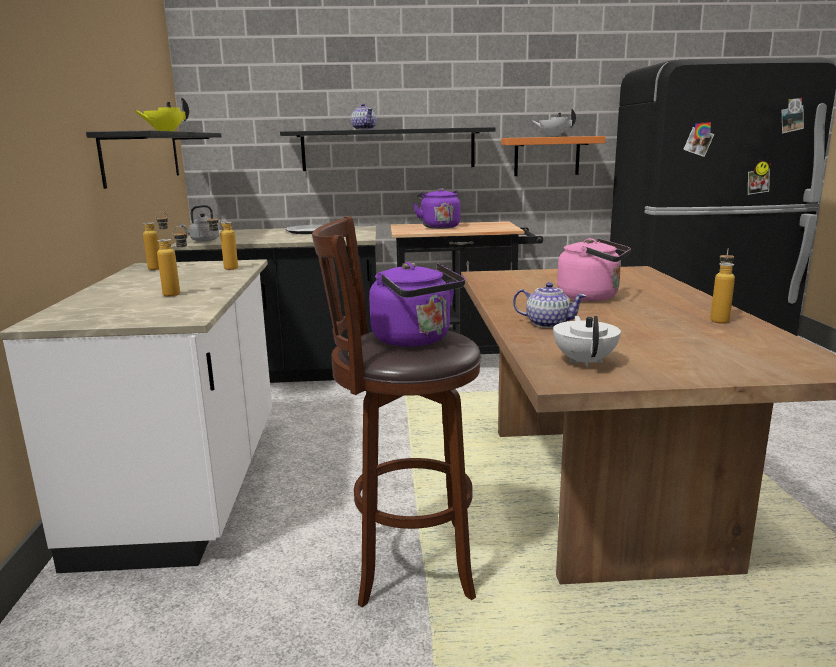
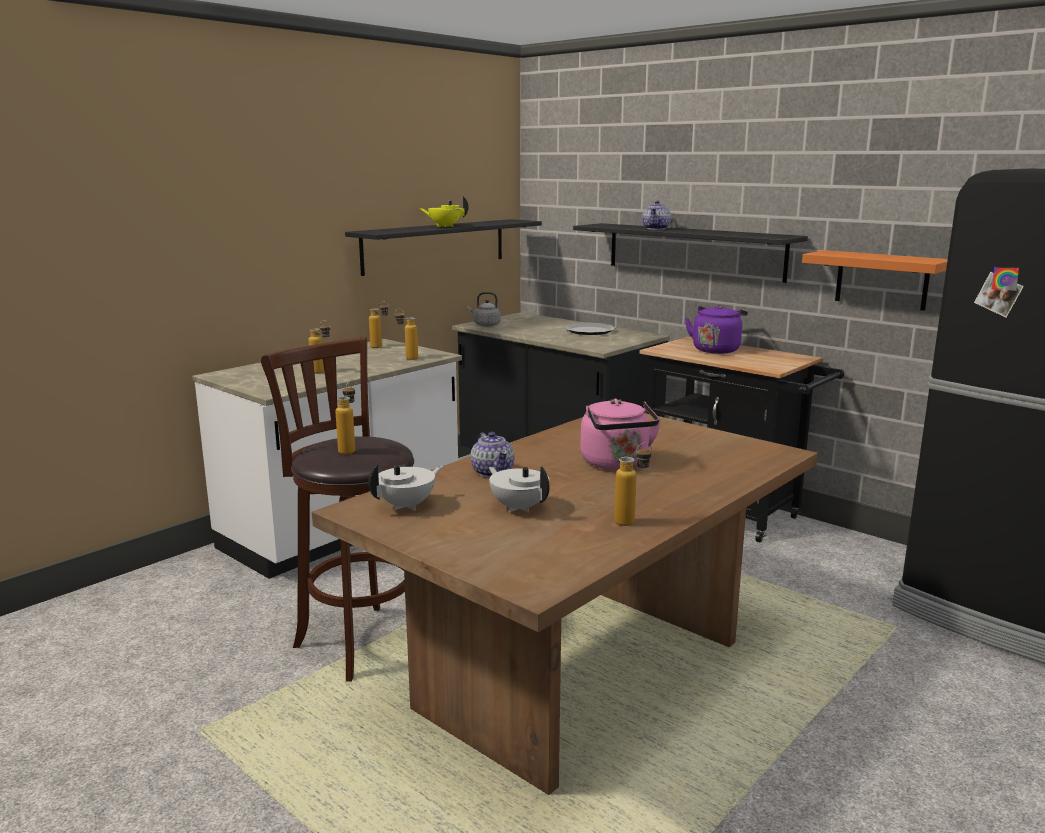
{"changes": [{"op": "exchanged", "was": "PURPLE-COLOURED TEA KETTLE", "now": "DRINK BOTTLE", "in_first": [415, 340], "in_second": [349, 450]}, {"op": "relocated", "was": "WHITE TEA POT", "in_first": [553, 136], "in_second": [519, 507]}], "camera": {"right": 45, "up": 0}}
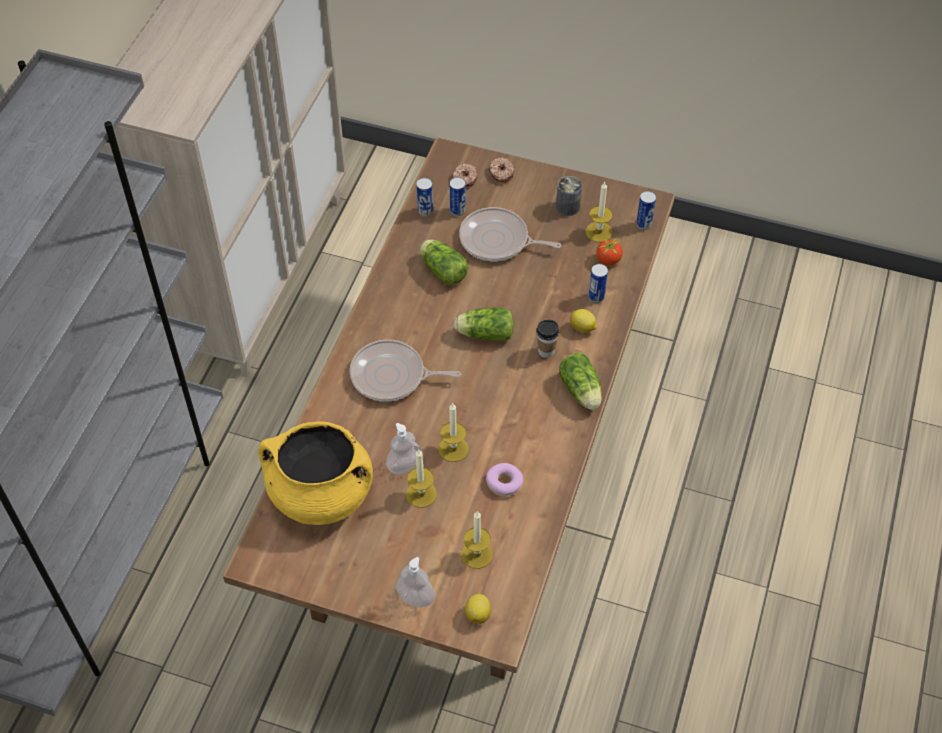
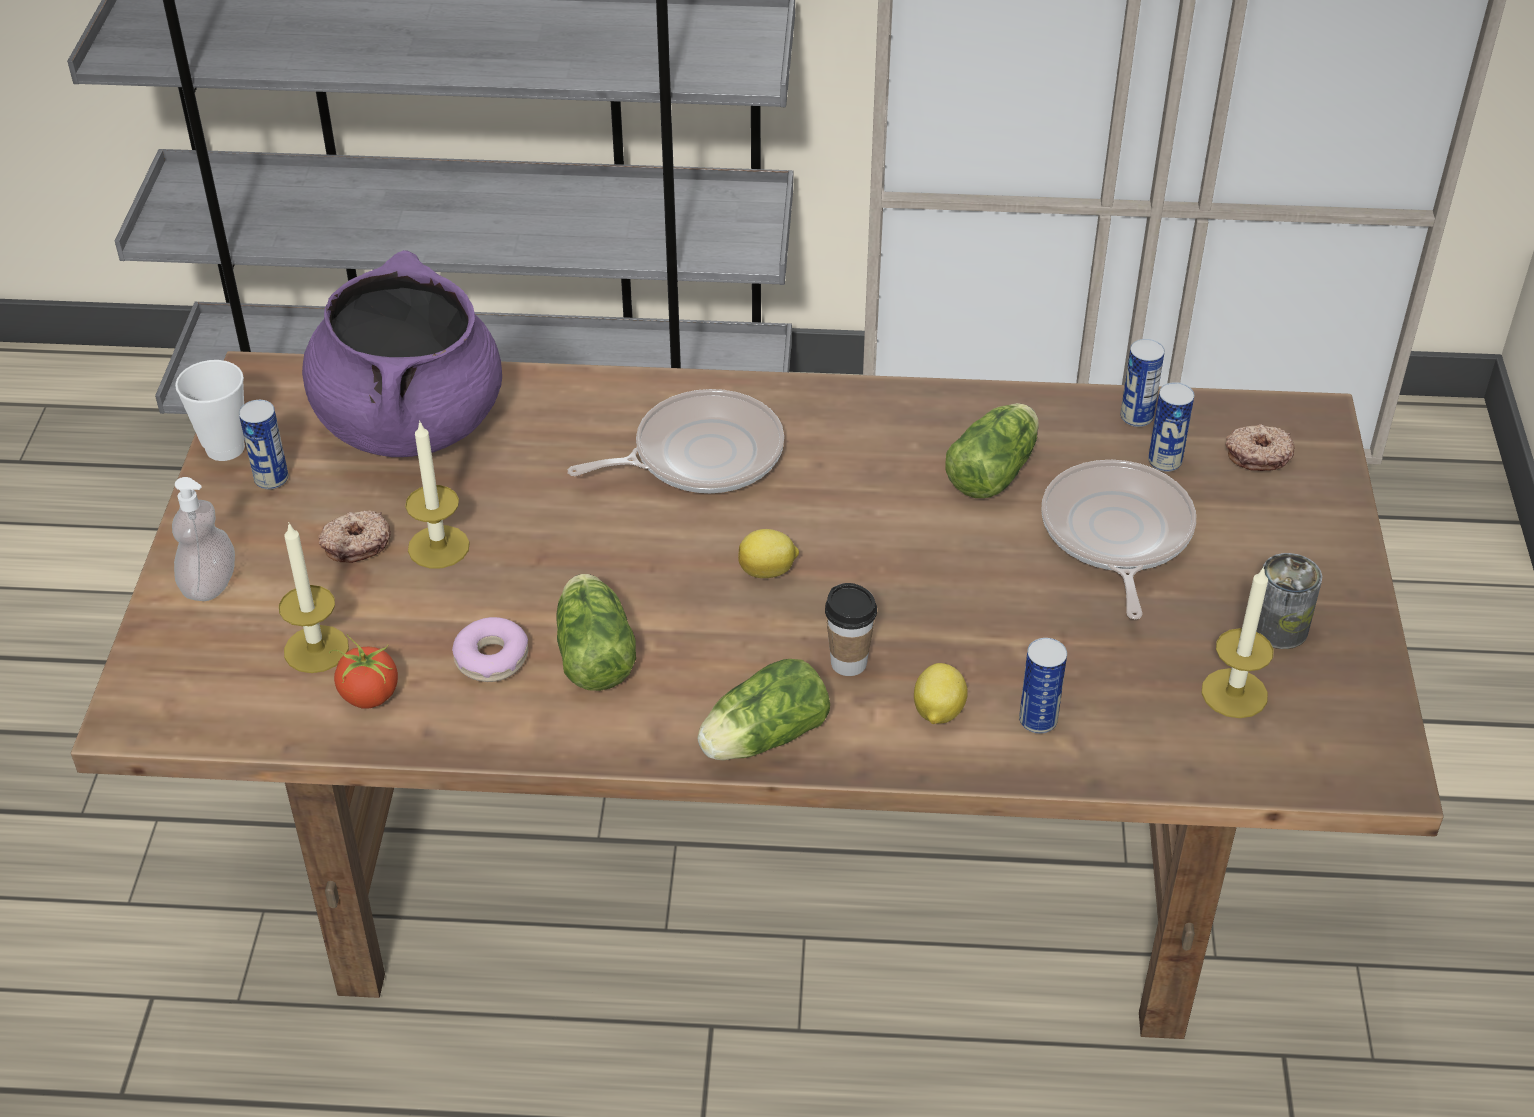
{"changes": [{"op": "appeared", "now": "CUP", "in_second": [225, 448]}, {"op": "relocated", "was": "METAL CAN", "in_first": [644, 224], "in_second": [271, 479]}, {"op": "colour", "was": "YELLOW COOKING POT", "now": "PURPLE-COLOURED COOKING POT", "in_first": [320, 494], "in_second": [410, 422]}, {"op": "relocated", "was": "DONUT", "in_first": [501, 173], "in_second": [356, 543]}, {"op": "relocated", "was": "WHOLE TOMATO", "in_first": [608, 260], "in_second": [369, 695]}, {"op": "relocated", "was": "LETTUCE HEAD", "in_first": [483, 333], "in_second": [594, 651]}, {"op": "spun", "was": "PAN", "in_first": [392, 376], "in_second": [700, 455], "clockwise": 75}, {"op": "relocated", "was": "LEMON", "in_first": [478, 614], "in_second": [768, 571]}, {"op": "missing", "was": "SOAP DISPENSER", "in_first": [404, 465]}, {"op": "missing", "was": "WAX LIGHT", "in_first": [453, 449]}], "camera": {"right": 75, "up": -10}}
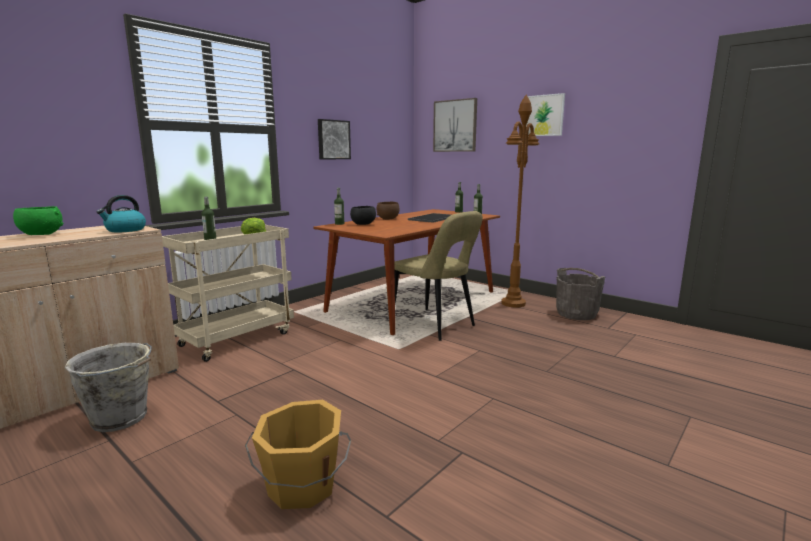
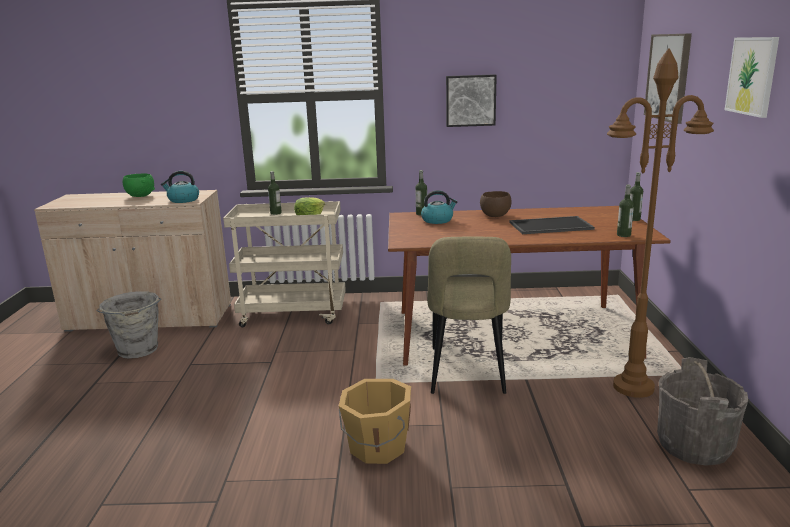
{"changes": [{"op": "relocated", "was": "ORANGEY WATER BUCKET", "in_first": [302, 486], "in_second": [377, 447]}, {"op": "exchanged", "was": "BLACK BOWL", "now": "TEA KETTLE", "in_first": [362, 224], "in_second": [437, 220]}], "camera": {"right": 50, "up": 5}}
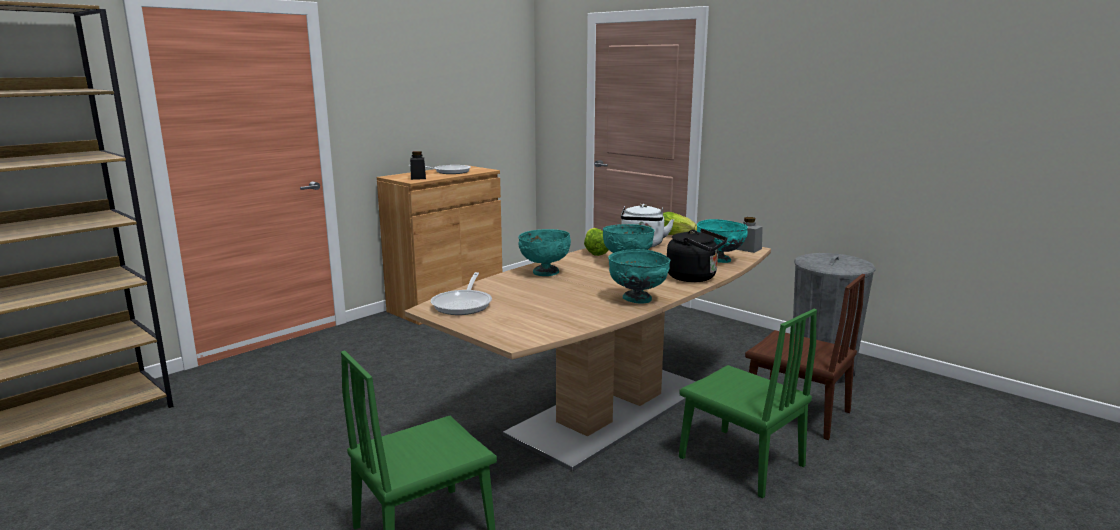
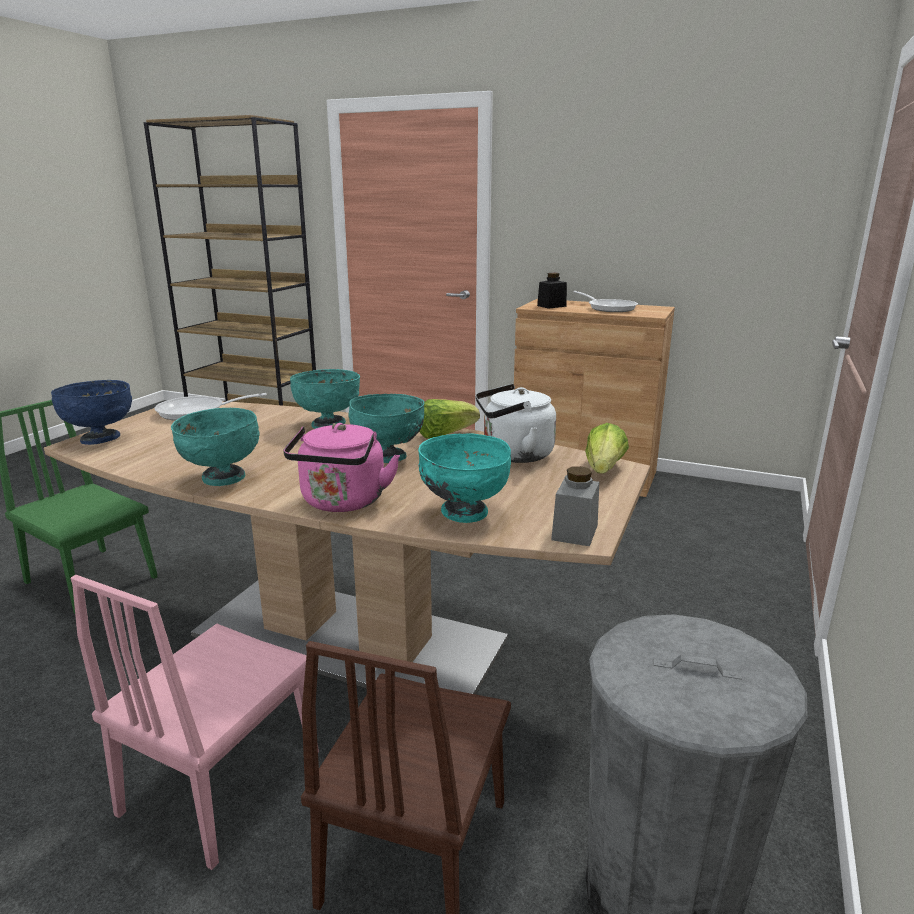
{"changes": [{"op": "appeared", "now": "BLUE-COLOURED BOWL", "in_second": [101, 439]}, {"op": "colour", "was": "GREENISH PLAIN CHAIR", "now": "PINKISH PLAIN CHAIR", "in_first": [740, 461], "in_second": [222, 782]}, {"op": "colour", "was": "BLACK TEA KETTLE", "now": "PINKISH TEA KETTLE", "in_first": [695, 278], "in_second": [342, 503]}], "camera": {"right": 70, "up": 5}}
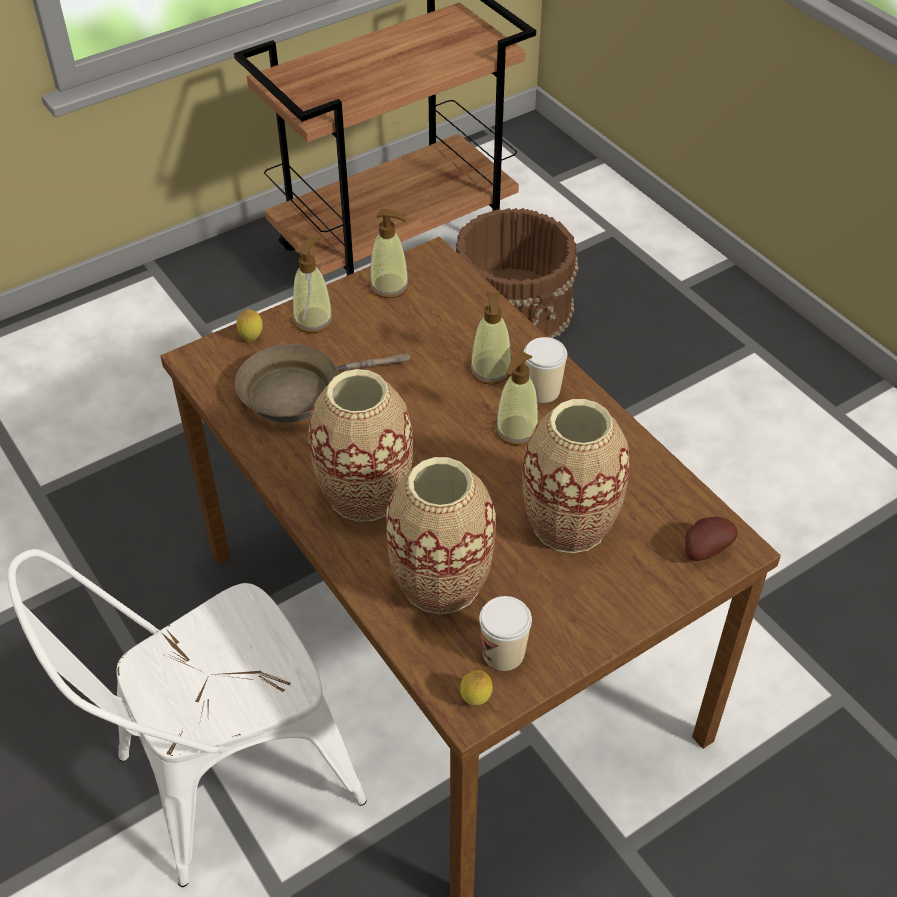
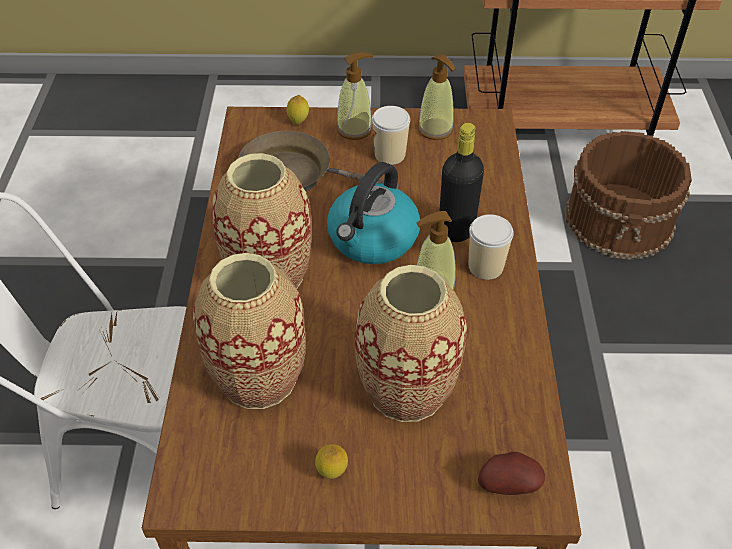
{"changes": [{"op": "relocated", "was": "LEMON", "in_first": [475, 700], "in_second": [332, 473]}, {"op": "appeared", "now": "TEA KETTLE", "in_second": [372, 239]}, {"op": "relocated", "was": "CUP", "in_first": [503, 653], "in_second": [390, 155]}, {"op": "exchanged", "was": "SOAP DISPENSER", "now": "BLACK DRINK BOTTLE", "in_first": [490, 371], "in_second": [456, 230]}], "camera": {"right": 35, "up": 0}}
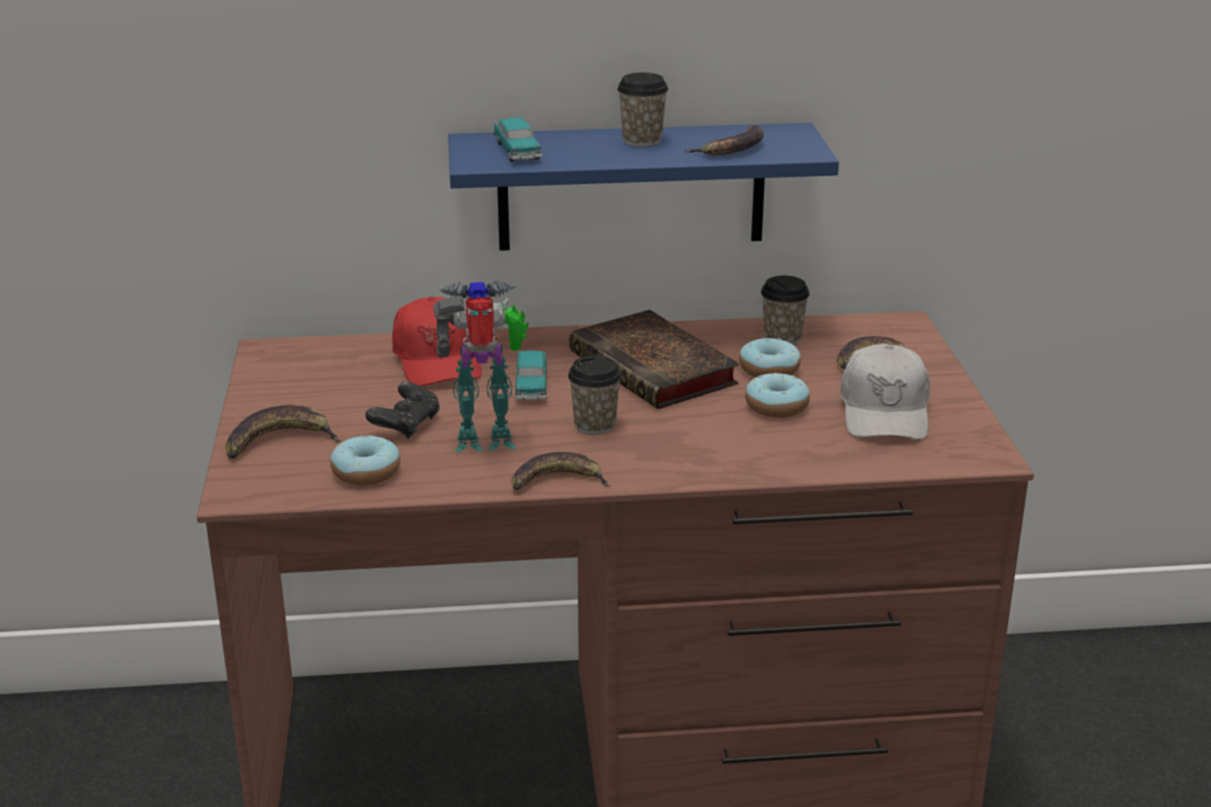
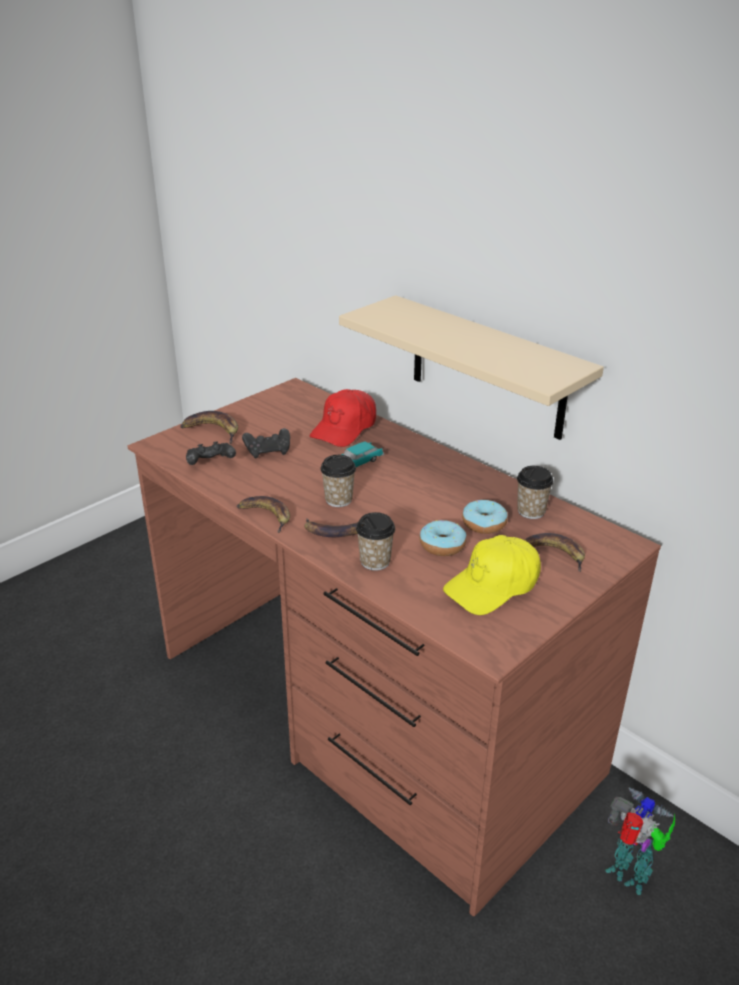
{"changes": [{"op": "exchanged", "was": "DONUT", "now": "BLACK GAMEPAD", "in_first": [366, 472], "in_second": [210, 463]}, {"op": "relocated", "was": "BANANA", "in_first": [732, 148], "in_second": [333, 531]}, {"op": "colour", "was": "BLUE-COLOURED WALL SHELF", "now": "SAND-COLOURED WALL SHELF", "in_first": [631, 186], "in_second": [487, 368]}, {"op": "relocated", "was": "CUP", "in_first": [642, 141], "in_second": [375, 561]}, {"op": "colour", "was": "WHITE PEAKED CAP", "now": "YELLOW PEAKED CAP", "in_first": [885, 412], "in_second": [493, 586]}, {"op": "relocated", "was": "MODEL ROBOT", "in_first": [488, 442], "in_second": [629, 877]}, {"op": "missing", "was": "MODEL CAR", "in_first": [517, 150]}, {"op": "missing", "was": "BOUND BOOK", "in_first": [656, 370]}], "camera": {"right": 50, "up": 5}}
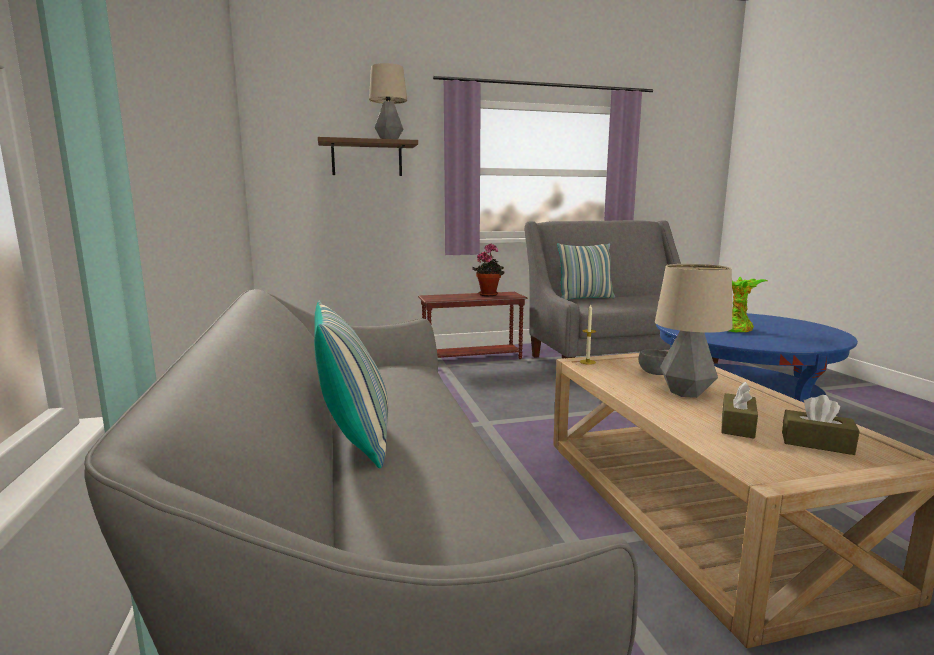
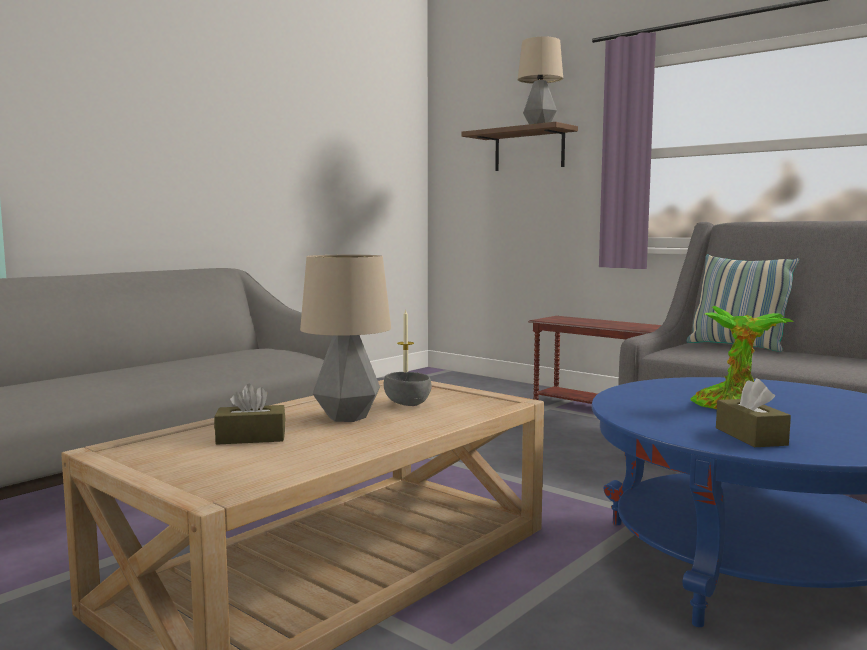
{"changes": [{"op": "relocated", "was": "BROWN TISSUE BOX", "in_first": [816, 443], "in_second": [750, 436]}, {"op": "missing", "was": "PILLOW", "in_first": [355, 439]}, {"op": "missing", "was": "PLANT IN A POT", "in_first": [489, 294]}], "camera": {"right": 55, "up": -5}}
